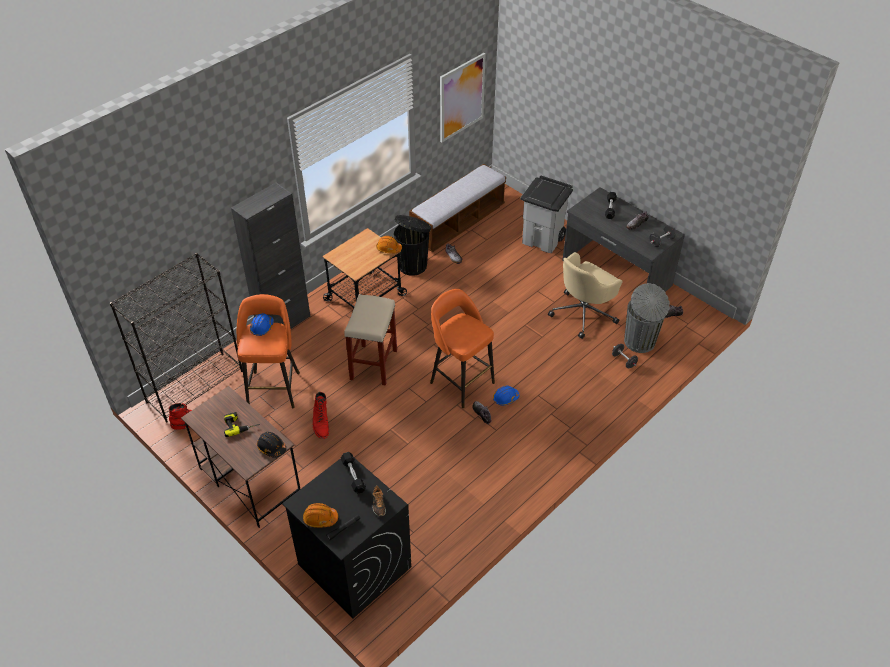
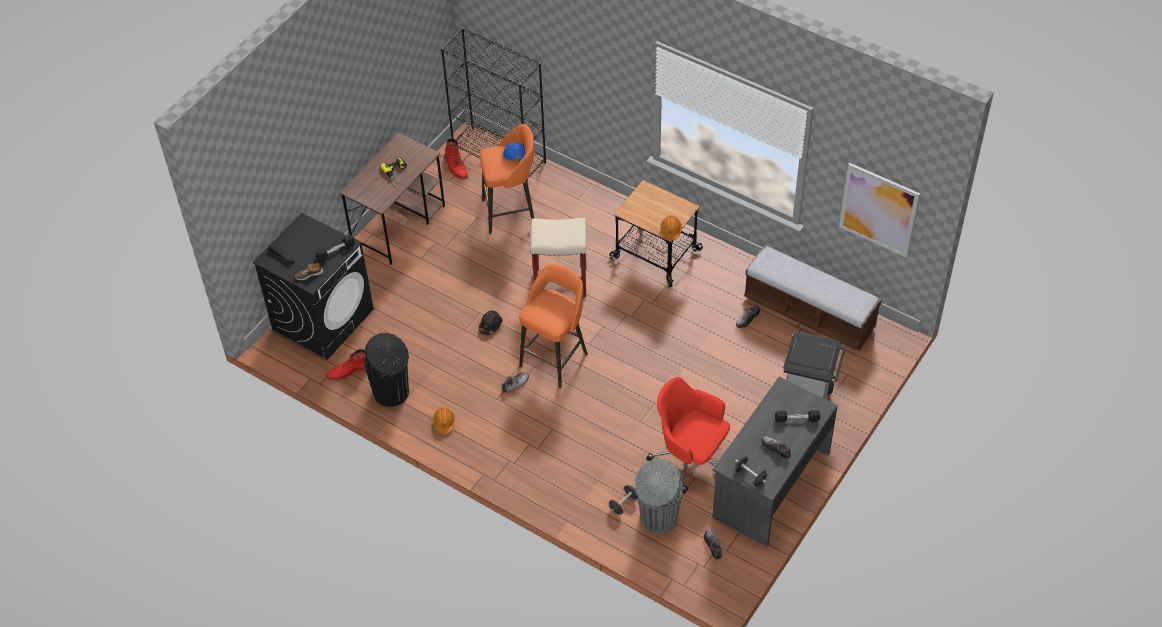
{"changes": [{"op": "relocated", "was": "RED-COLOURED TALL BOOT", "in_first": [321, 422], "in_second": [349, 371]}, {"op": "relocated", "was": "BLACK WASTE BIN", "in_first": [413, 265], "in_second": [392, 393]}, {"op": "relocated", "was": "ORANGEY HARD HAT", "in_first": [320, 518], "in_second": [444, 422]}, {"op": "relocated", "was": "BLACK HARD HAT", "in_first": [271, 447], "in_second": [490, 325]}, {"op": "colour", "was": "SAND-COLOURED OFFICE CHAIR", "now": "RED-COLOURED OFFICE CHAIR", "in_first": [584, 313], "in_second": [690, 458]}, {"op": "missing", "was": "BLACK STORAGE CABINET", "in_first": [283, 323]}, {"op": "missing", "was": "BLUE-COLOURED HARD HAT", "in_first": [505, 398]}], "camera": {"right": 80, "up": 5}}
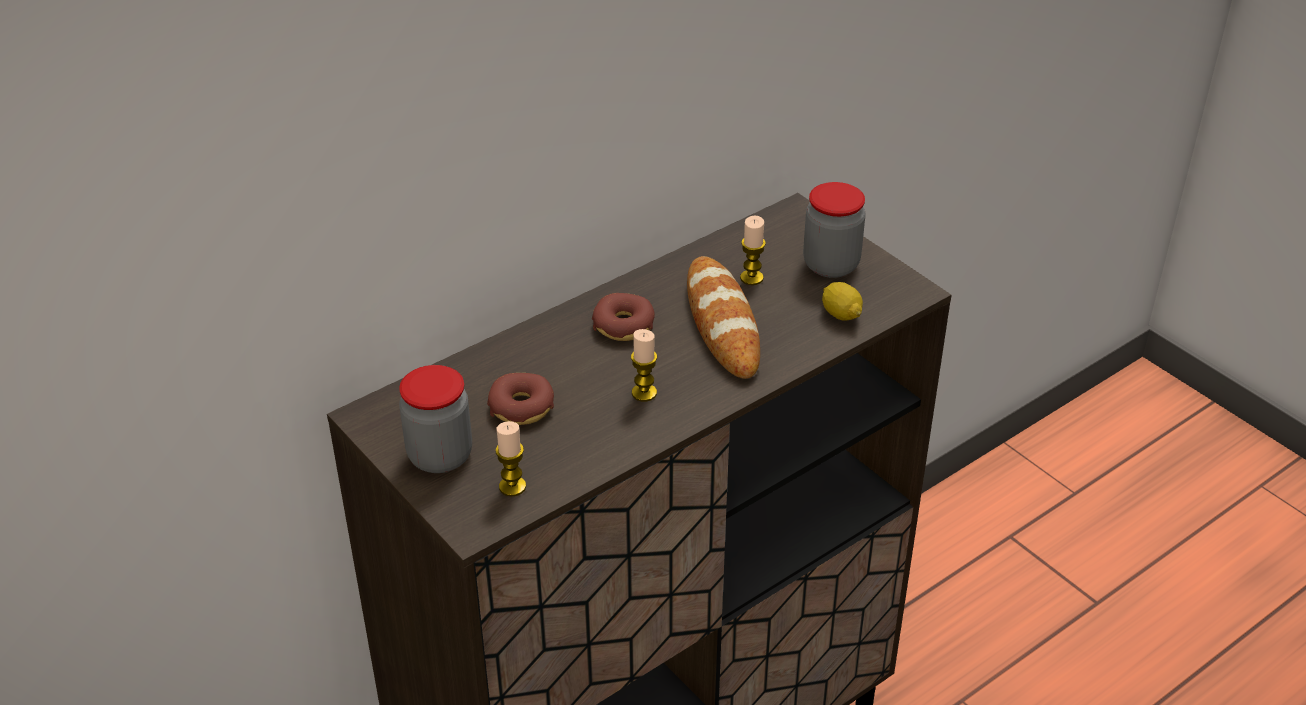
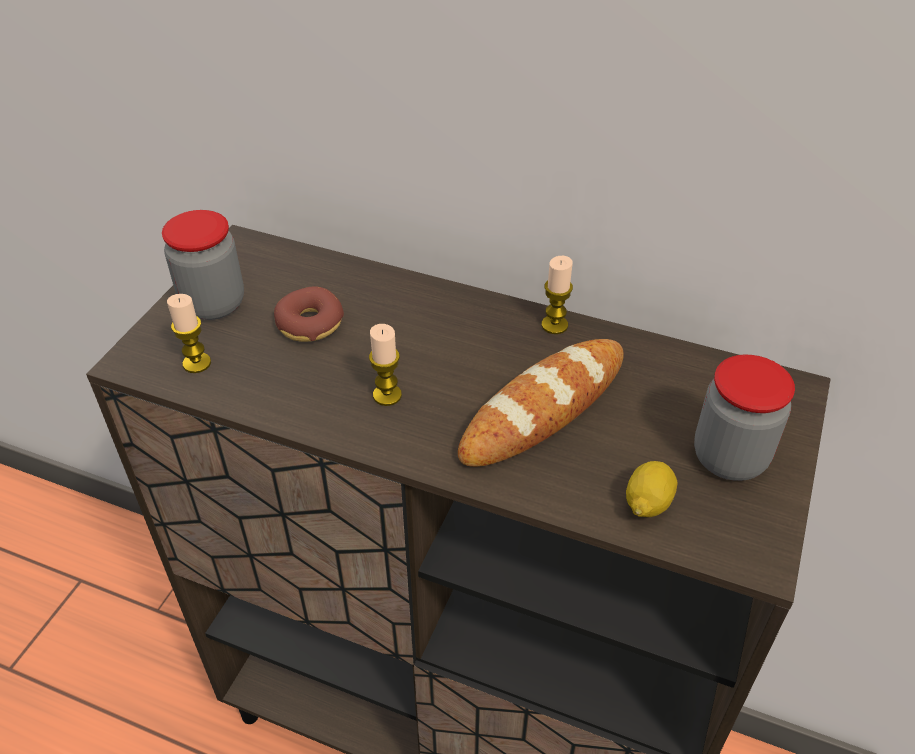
{"changes": [{"op": "relocated", "was": "WAX LIGHT", "in_first": [751, 278], "in_second": [554, 325]}, {"op": "missing", "was": "DONUT", "in_first": [623, 325]}], "camera": {"right": 60, "up": 5}}
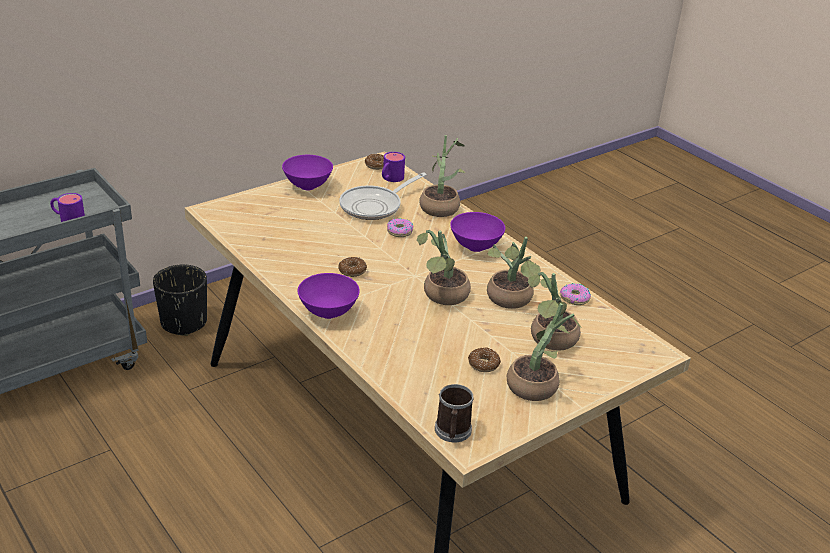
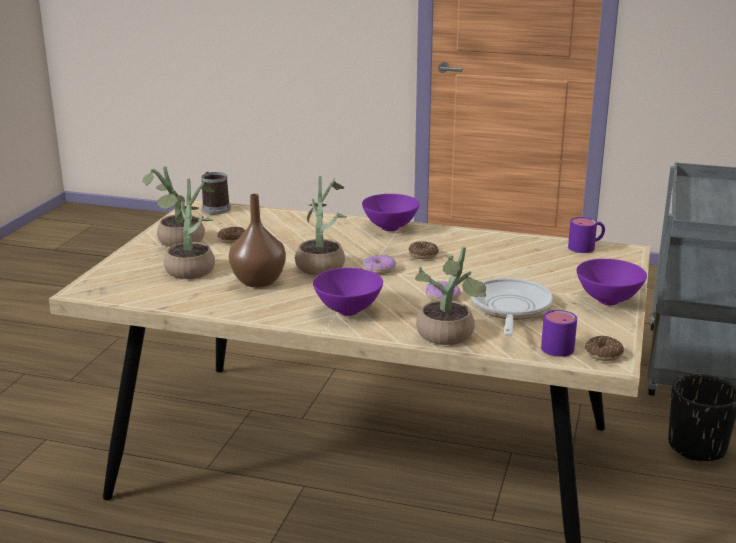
{"changes": [{"op": "exchanged", "was": "PLANT IN A POT", "now": "BROWN FLOWER VASE", "in_first": [510, 301], "in_second": [257, 281]}, {"op": "relocated", "was": "DONUT", "in_first": [574, 298], "in_second": [379, 269]}, {"op": "relocated", "was": "PURPLE-COLOURED TEA MUG", "in_first": [68, 219], "in_second": [586, 247]}], "camera": {"right": 145, "up": -10}}
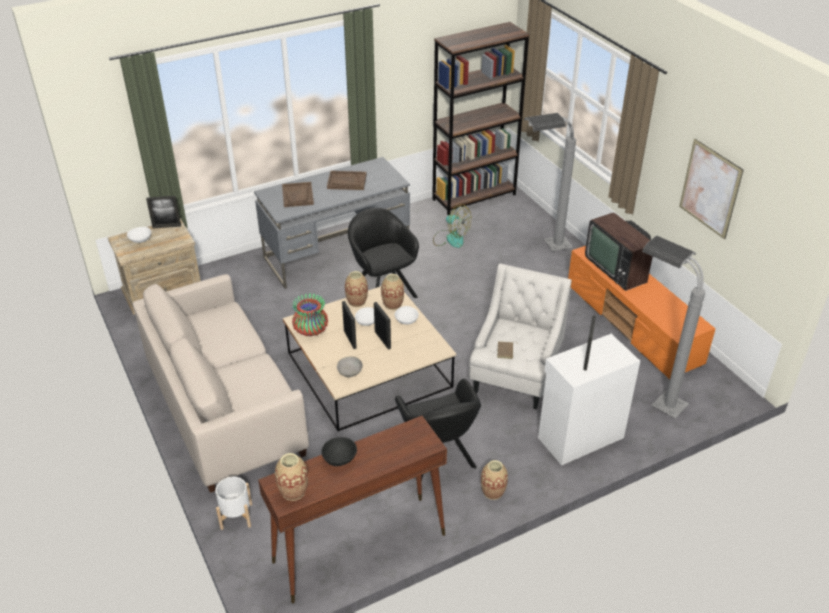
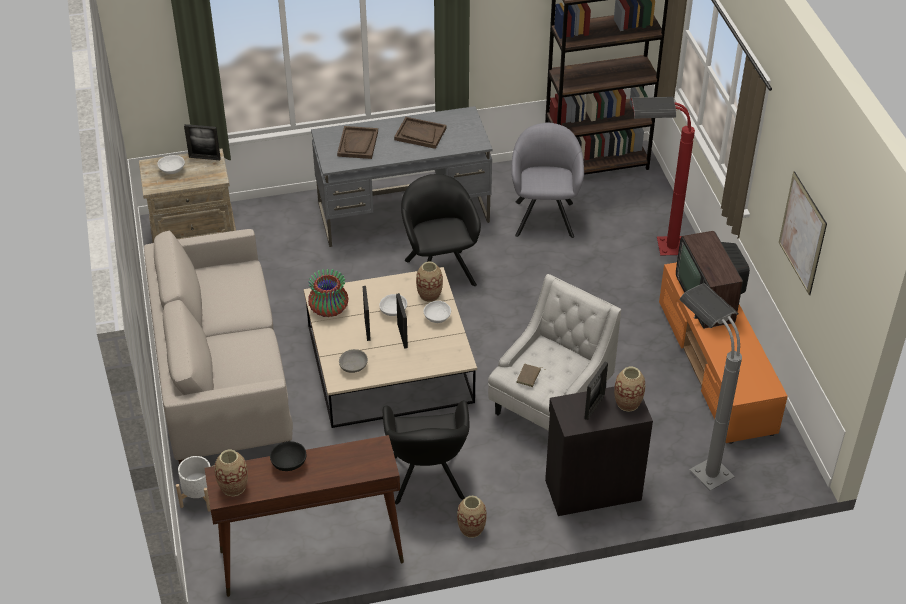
{"changes": [{"op": "exchanged", "was": "ELECTRIC FAN", "now": "GREY ARMCHAIR", "in_first": [450, 238], "in_second": [544, 216]}, {"op": "colour", "was": "WHITE STORAGE CABINET", "now": "BLACK STORAGE CABINET", "in_first": [579, 437], "in_second": [592, 489]}, {"op": "relocated", "was": "FLOWER VASE", "in_first": [357, 301], "in_second": [627, 403]}, {"op": "colour", "was": "GREY STANDARD LAMP", "now": "RED-COLOURED STANDARD LAMP", "in_first": [543, 248], "in_second": [652, 249]}], "camera": {"right": 15, "up": 5}}
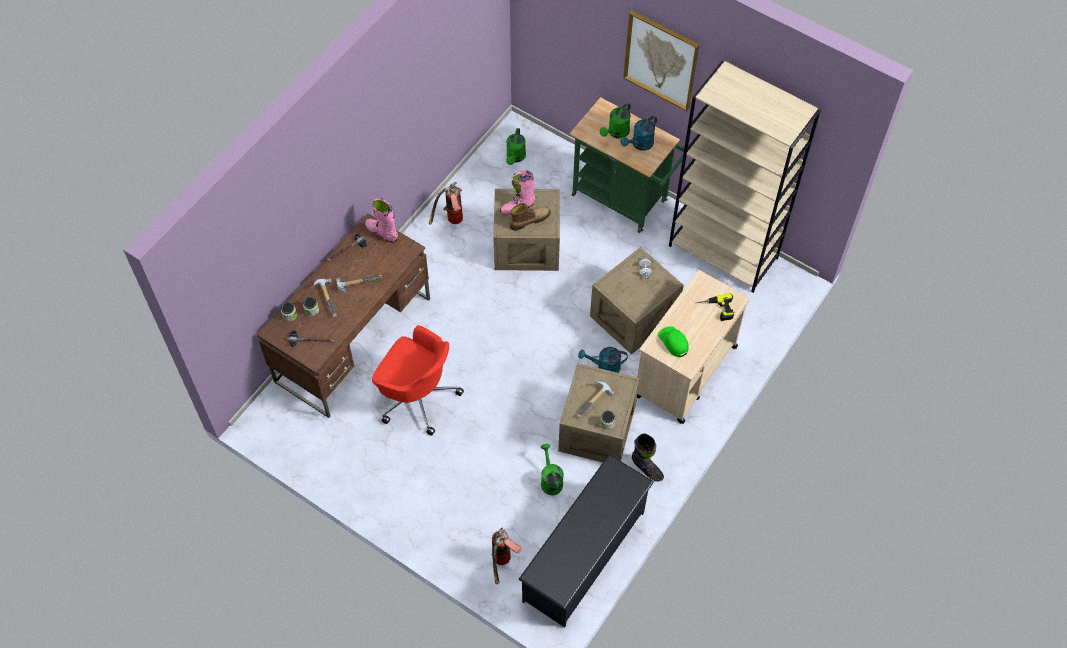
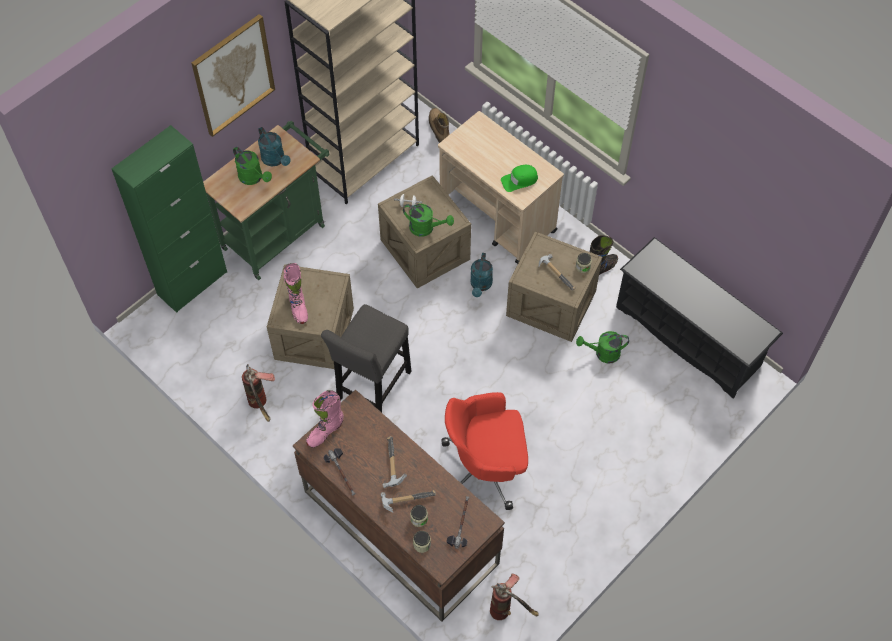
{"changes": [{"op": "appeared", "now": "GREENISH STORAGE CABINET", "in_second": [192, 283]}, {"op": "appeared", "now": "GREY STOOL SEAT", "in_second": [372, 389]}, {"op": "relocated", "was": "GREENISH WATERING CAN", "in_first": [515, 157], "in_second": [426, 228]}, {"op": "relocated", "was": "TALL BOOT", "in_first": [529, 219], "in_second": [438, 129]}, {"op": "spun", "was": "RED-COLOURED OFFICE CHAIR", "in_first": [417, 396], "in_second": [485, 468], "clockwise": -135}, {"op": "relocated", "was": "FIRE EXTINGUISHER", "in_first": [502, 564], "in_second": [508, 610]}, {"op": "missing", "was": "DRILL", "in_first": [716, 310]}], "camera": {"right": -80, "up": 0}}
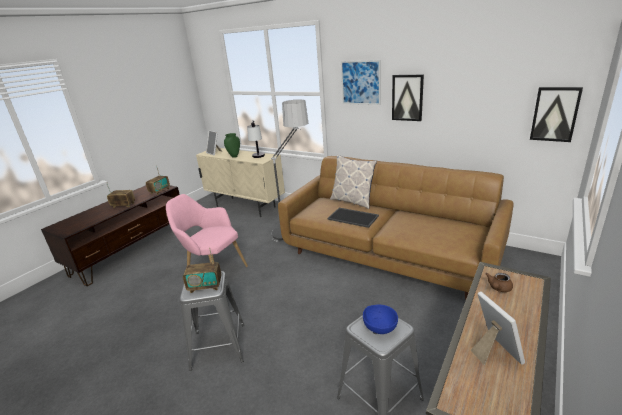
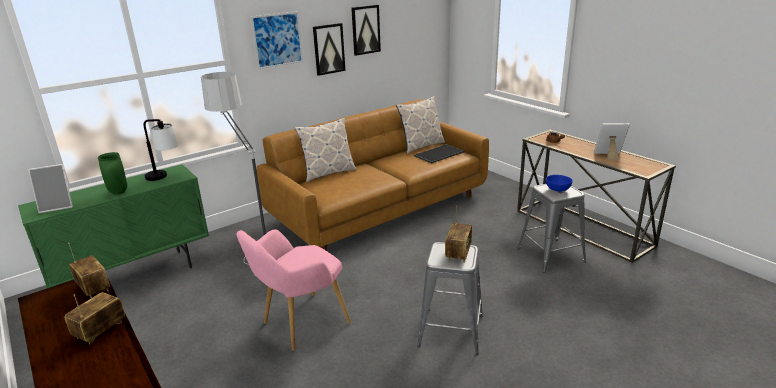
{"changes": [{"op": "colour", "was": "SAND-COLOURED STORAGE CABINET", "now": "GREENISH STORAGE CABINET", "in_first": [246, 207], "in_second": [136, 276]}, {"op": "relocated", "was": "PICTURE", "in_first": [555, 114], "in_second": [365, 30]}, {"op": "appeared", "now": "PILLOW", "in_second": [421, 146]}, {"op": "relocated", "was": "CARRYING TRAY", "in_first": [353, 217], "in_second": [439, 153]}], "camera": {"right": -70, "up": 0}}
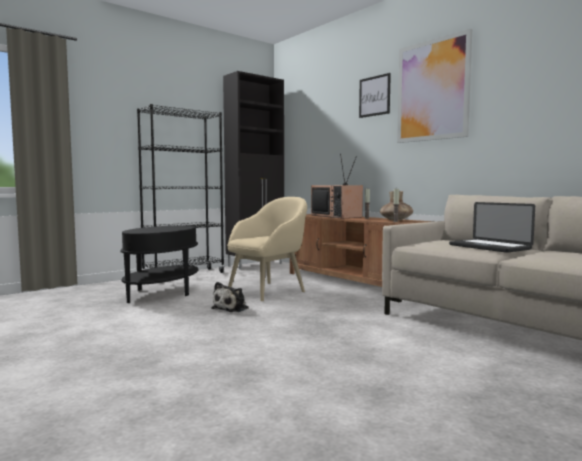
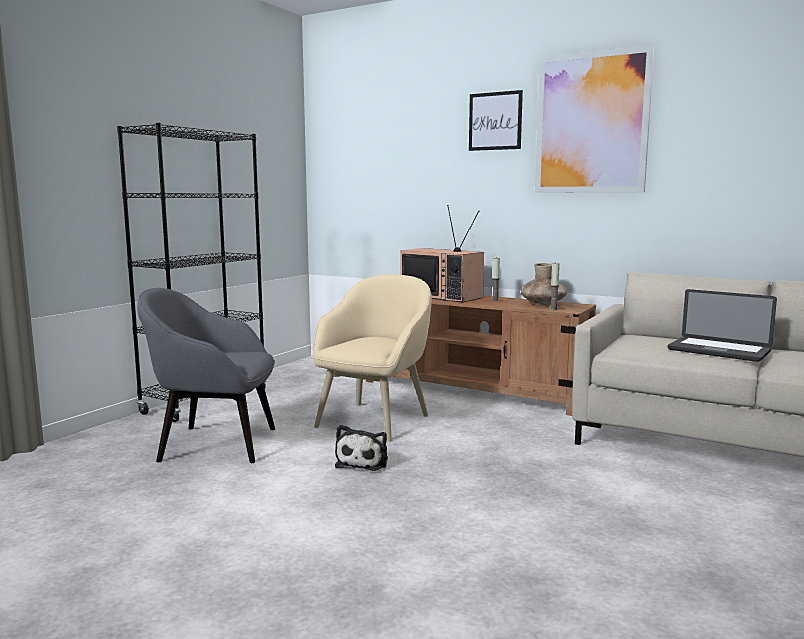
{"changes": [{"op": "exchanged", "was": "BLACK END TABLE", "now": "GREY ARMCHAIR", "in_first": [162, 293], "in_second": [215, 444]}, {"op": "missing", "was": "BLACK STORAGE CABINET", "in_first": [256, 265]}], "camera": {"right": -20, "up": 5}}
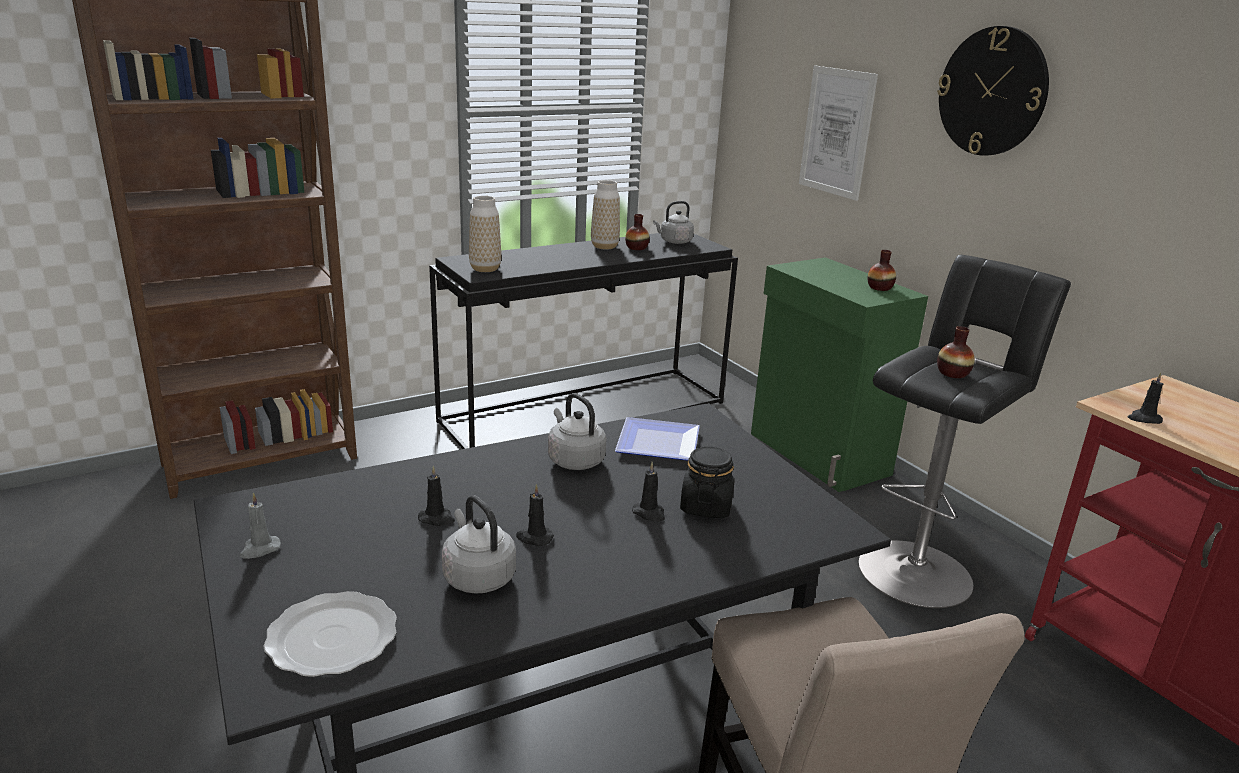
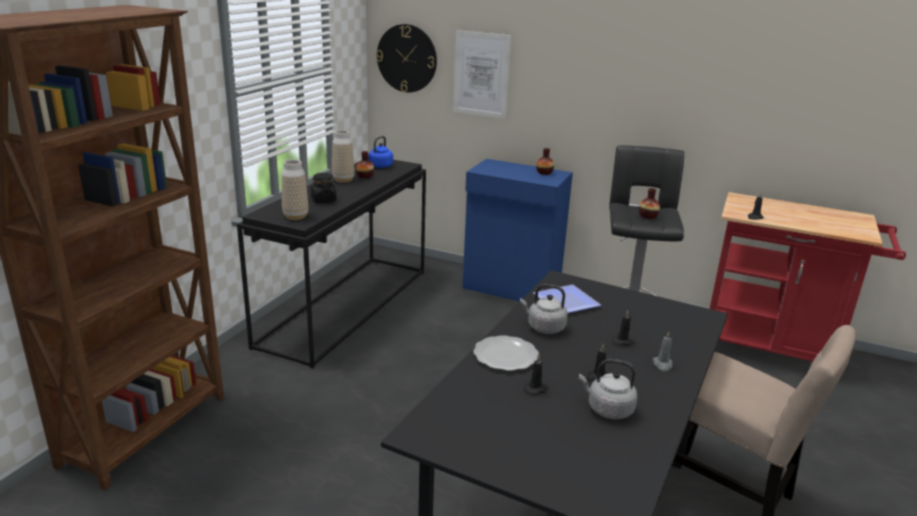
{"changes": [{"op": "relocated", "was": "BLACK JAR", "in_first": [706, 506], "in_second": [323, 200]}, {"op": "colour", "was": "GREY TEA KETTLE", "now": "BLUE-COLOURED TEA KETTLE", "in_first": [674, 242], "in_second": [379, 166]}, {"op": "relocated", "was": "WALL CLOCK", "in_first": [992, 92], "in_second": [407, 58]}, {"op": "colour", "was": "GREENISH STORAGE CABINET", "now": "BLUE-COLOURED STORAGE CABINET", "in_first": [818, 455], "in_second": [511, 288]}, {"op": "relocated", "was": "DINNER PLATE", "in_first": [333, 636], "in_second": [505, 355]}, {"op": "relocated", "was": "GREY WAX LIGHT", "in_first": [259, 549], "in_second": [662, 365]}], "camera": {"right": -35, "up": 0}}
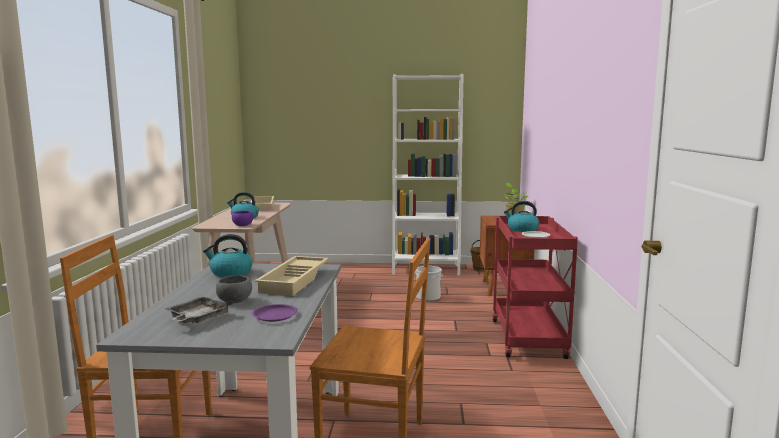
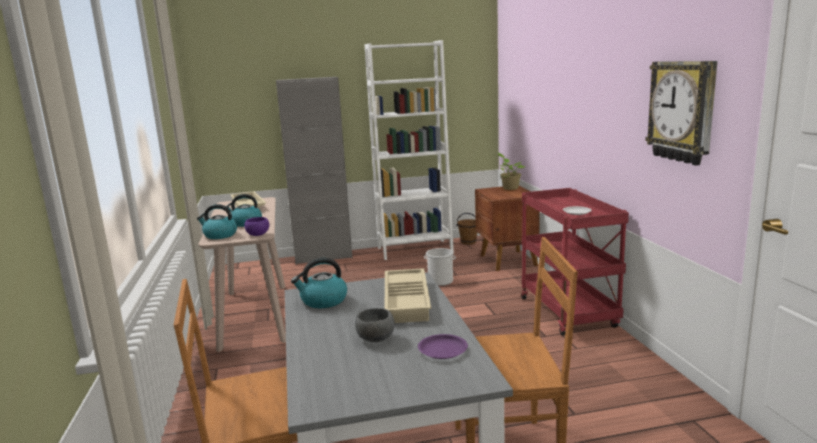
{"changes": [{"op": "relocated", "was": "TEA KETTLE", "in_first": [522, 229], "in_second": [219, 235]}, {"op": "appeared", "now": "GREY STORAGE CABINET", "in_second": [323, 257]}, {"op": "appeared", "now": "WALL CLOCK", "in_second": [683, 111]}, {"op": "missing", "was": "GREY CARRYING TRAY", "in_first": [197, 319]}], "camera": {"right": -15, "up": 5}}
